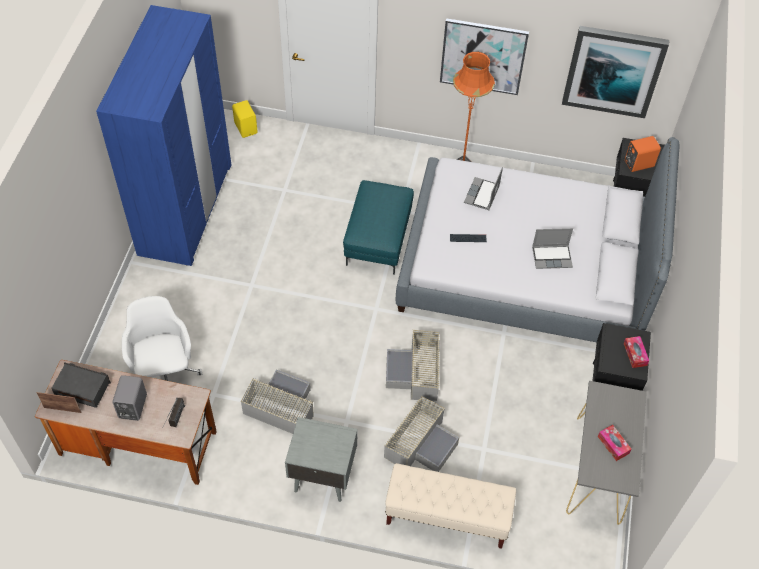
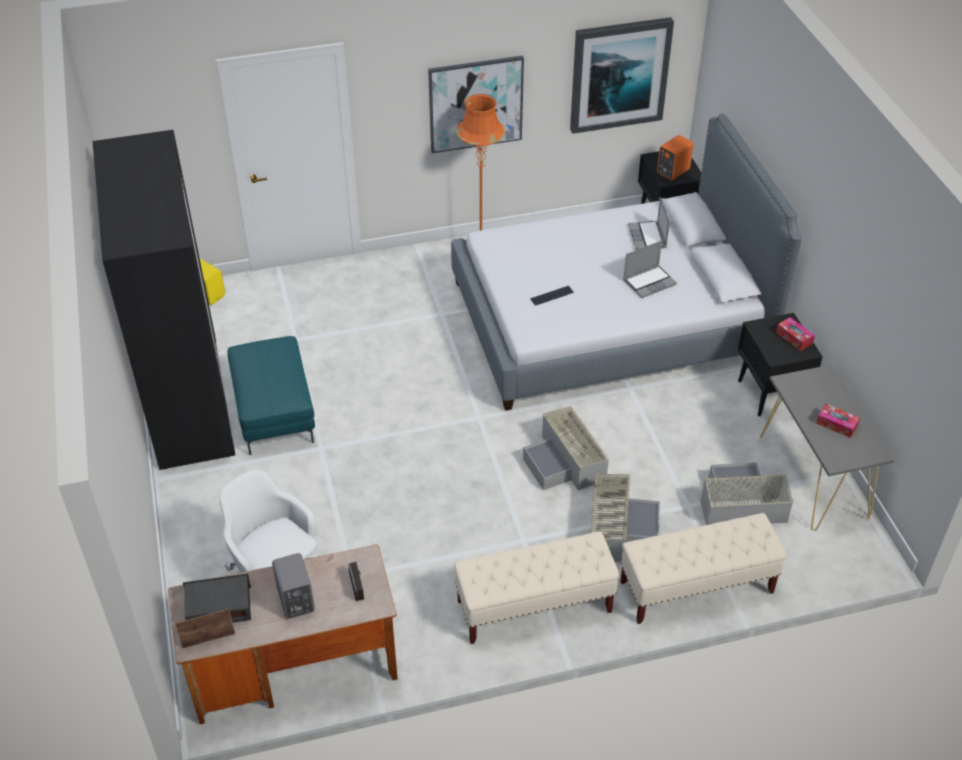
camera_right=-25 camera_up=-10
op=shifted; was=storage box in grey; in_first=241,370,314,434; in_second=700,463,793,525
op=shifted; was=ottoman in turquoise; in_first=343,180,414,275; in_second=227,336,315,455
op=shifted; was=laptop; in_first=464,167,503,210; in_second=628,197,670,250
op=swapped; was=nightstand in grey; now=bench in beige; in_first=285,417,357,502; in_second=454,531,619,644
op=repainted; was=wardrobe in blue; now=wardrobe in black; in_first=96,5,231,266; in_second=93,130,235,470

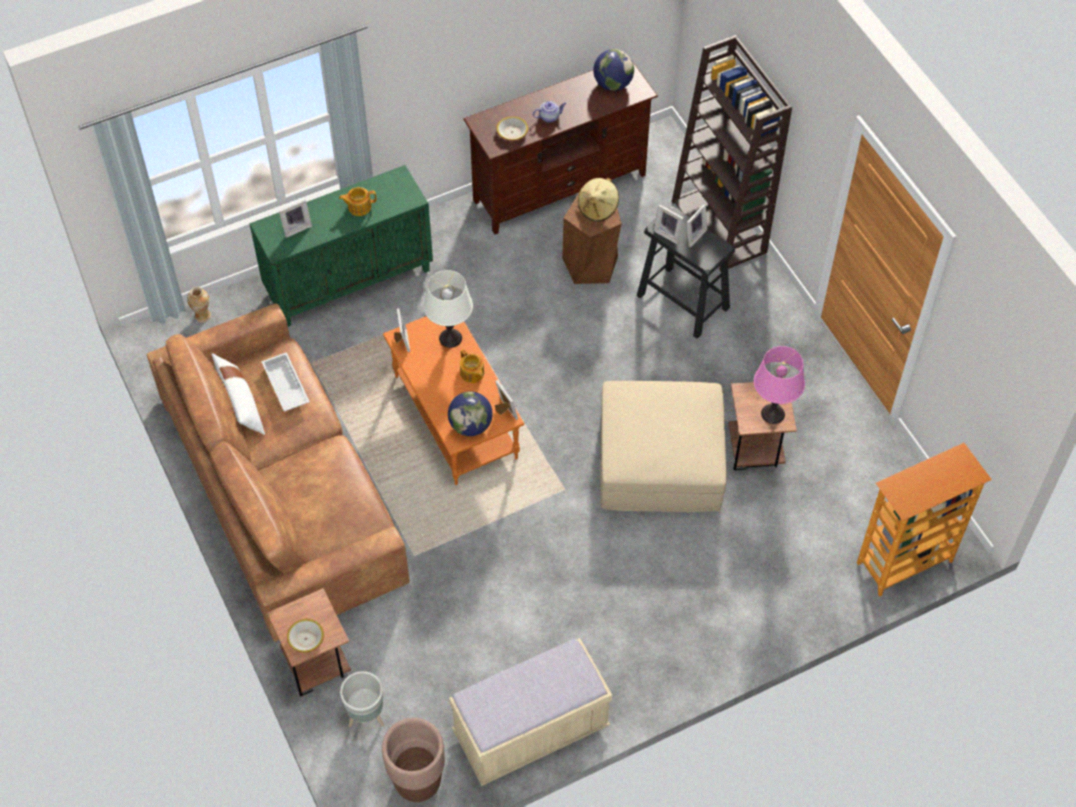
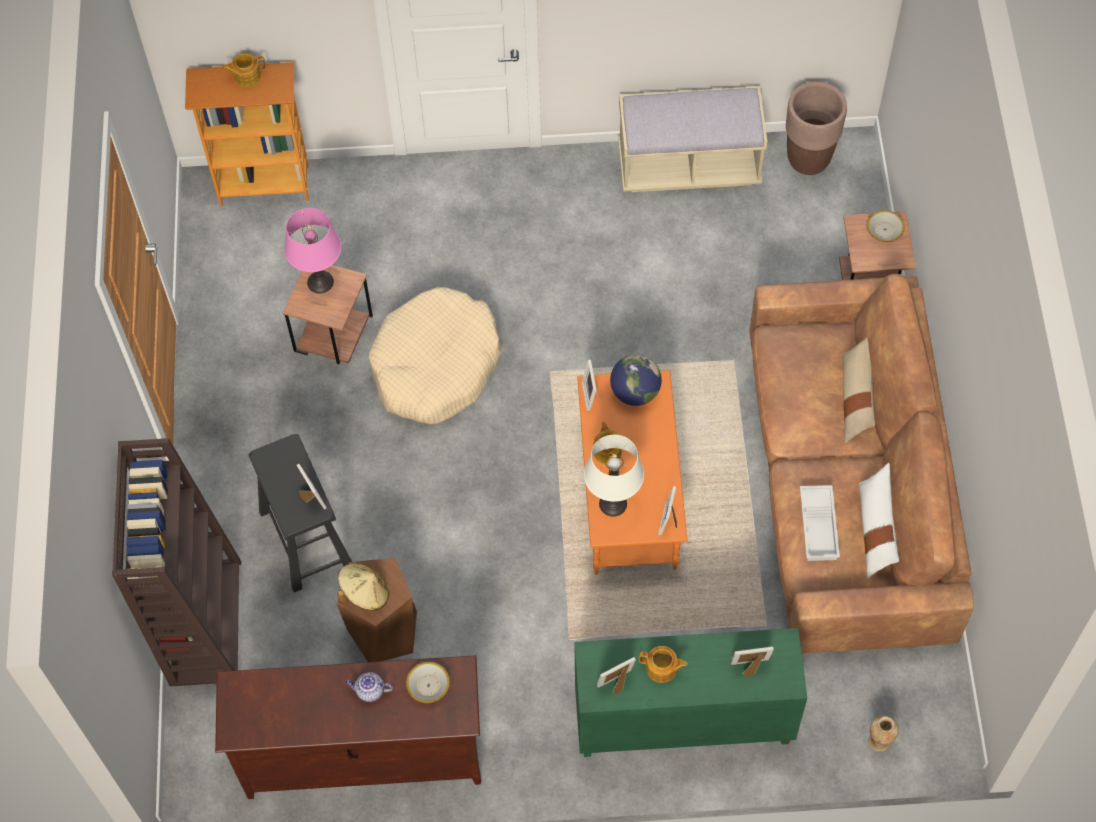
camera_right=-155 camera_up=5
op=gone; was=planter in grey; in_first=340,671,384,727
op=gone; was=globe; in_first=593,49,634,91
op=new; now=teapot; in_second=222,53,266,87
op=new; now=pillow in beige; in_second=842,337,875,444
op=shifted; was=picture frame; in_first=687,204,707,247; in_second=597,657,636,695
op=swapped; was=ottoman in beige; now=dog bed in beige; in_first=600,381,727,512; in_second=368,287,501,424

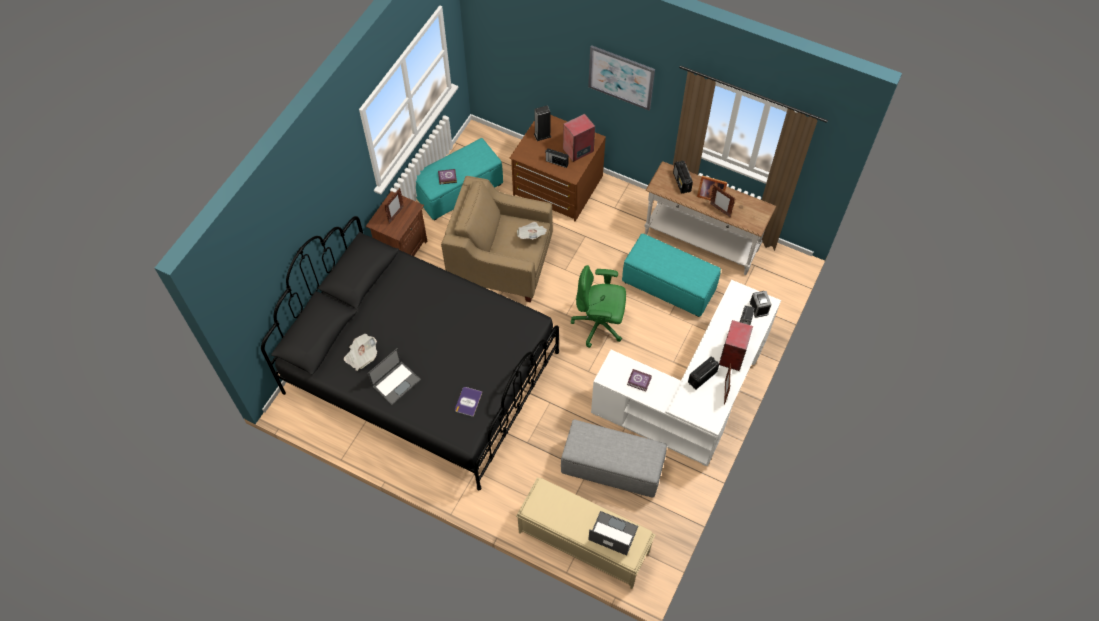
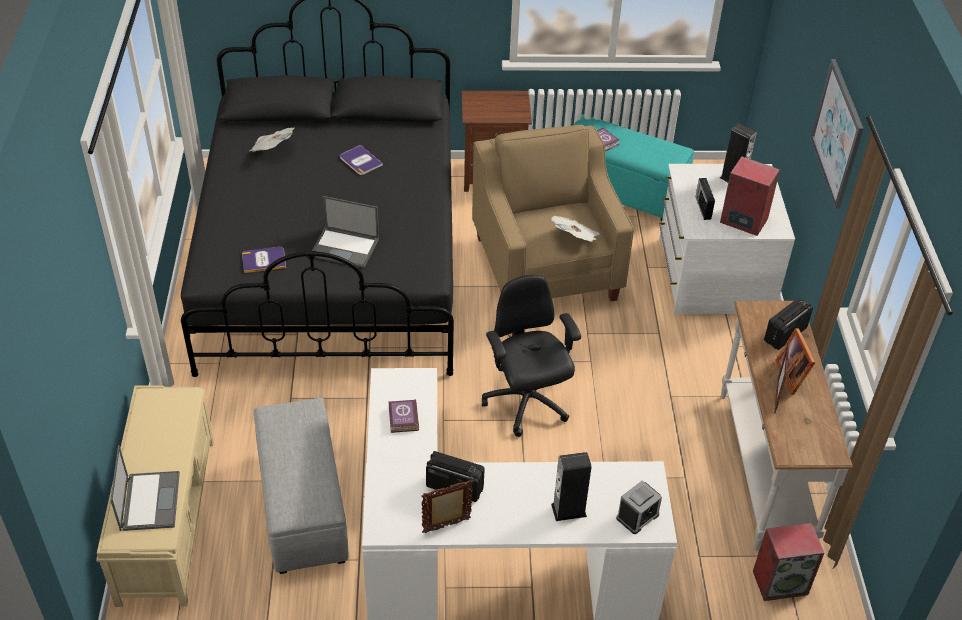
camera_right=60 camera_up=-15
op=gone; was=picture frame; in_first=384,188,404,224
op=gone; was=ottoman in turquoise; in_first=622,234,721,317
op=new; now=book; in_second=340,145,383,175
op=shifted; was=laptop; in_first=368,348,421,405; in_second=312,196,379,268
op=shifted; was=speaker; in_first=719,320,753,371; in_second=753,523,824,601
op=repainted; was=dresser in brown; now=dresser in white; in_first=510,115,606,221; in_second=659,164,795,314
op=repainted; was=office chair in green; now=office chair in black; in_first=571,265,626,348; in_second=482,275,581,437

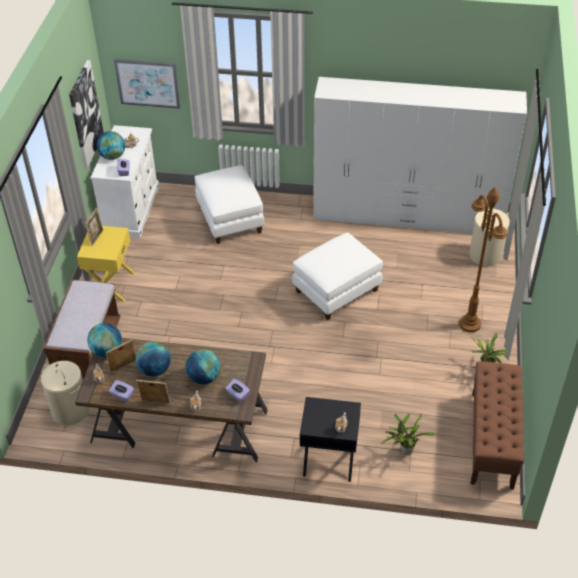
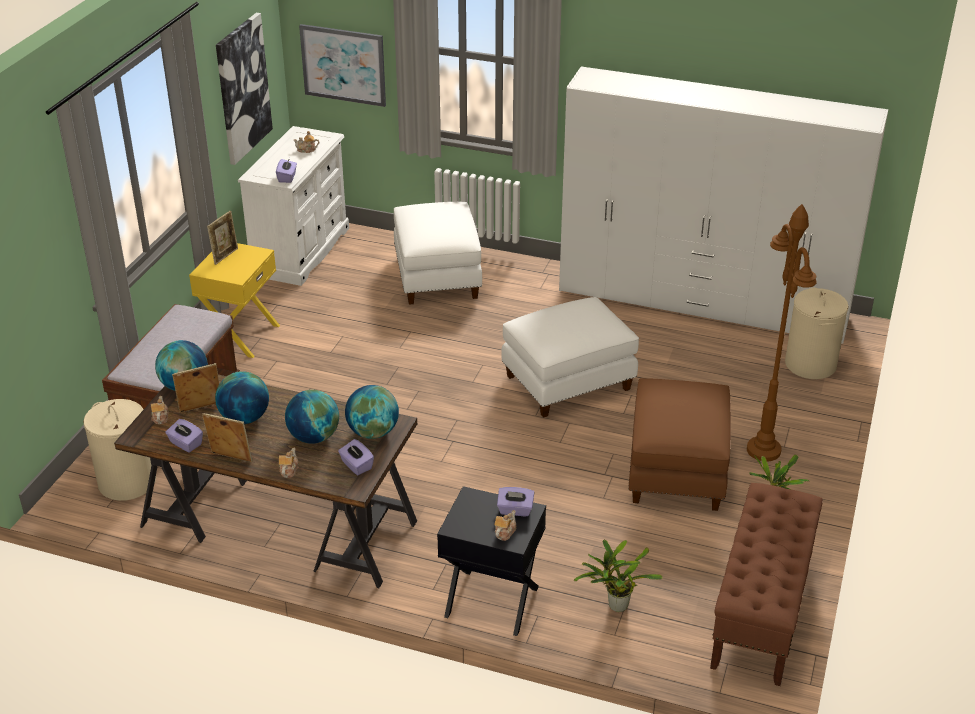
camera_right=10 camera_up=-10
op=new; now=tissue box in purple; in_second=497,487,534,516
op=new; now=ottoman in brown; in_second=628,378,731,511
op=shifted; was=globe; in_first=97,131,125,160; in_second=345,385,399,439

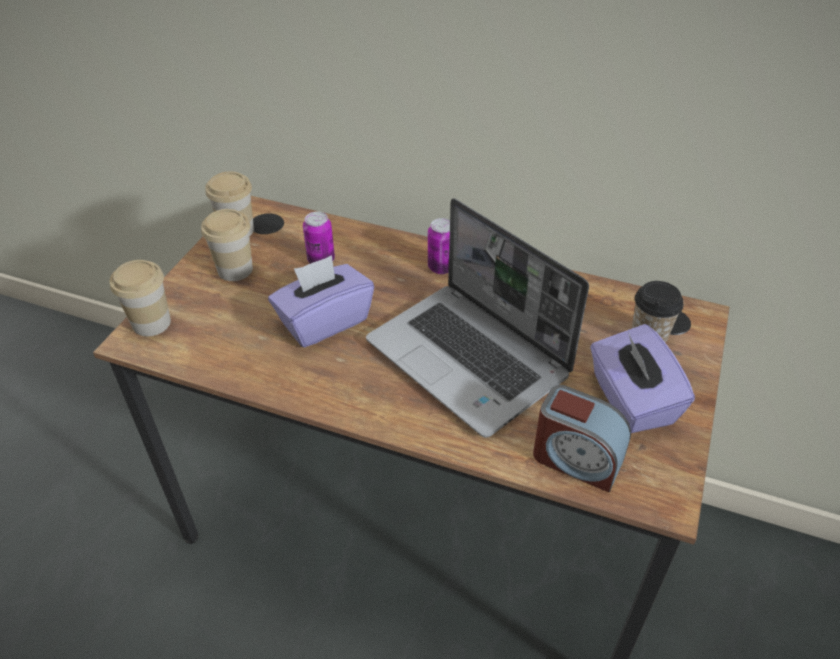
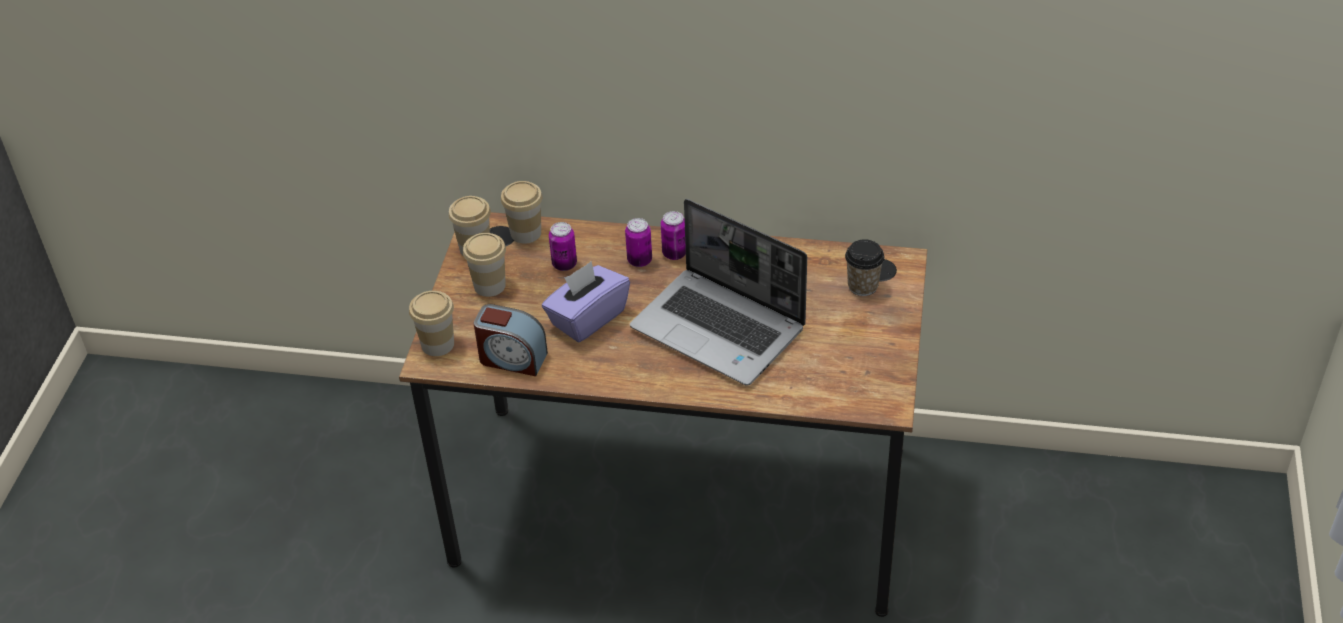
camera_right=-10 camera_up=0
op=gone; was=tissue box in purple; in_first=590,324,695,433
op=new; now=cup; in_second=501,181,543,244
op=new; now=can; in_second=625,218,652,267
op=shifted; was=alarm clock; in_first=533,385,631,492; in_second=474,304,548,376

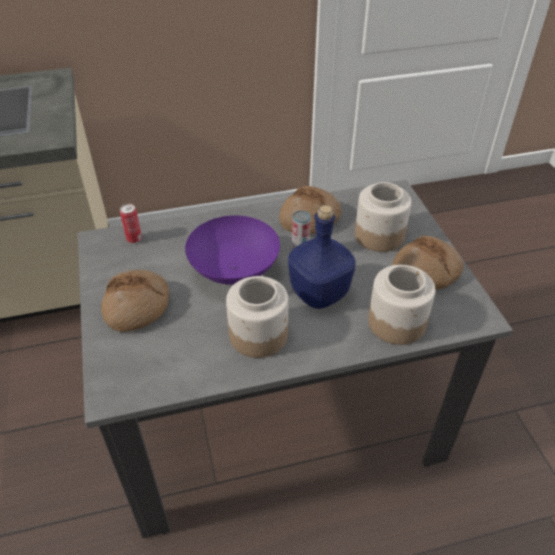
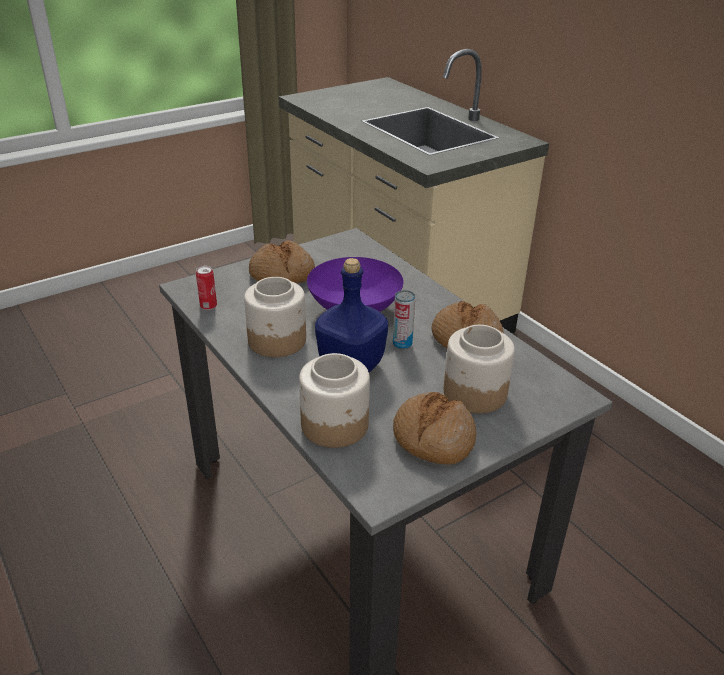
camera_right=70 camera_up=-10
op=shifted; was=can; in_first=120,204,142,243; in_second=196,266,217,310

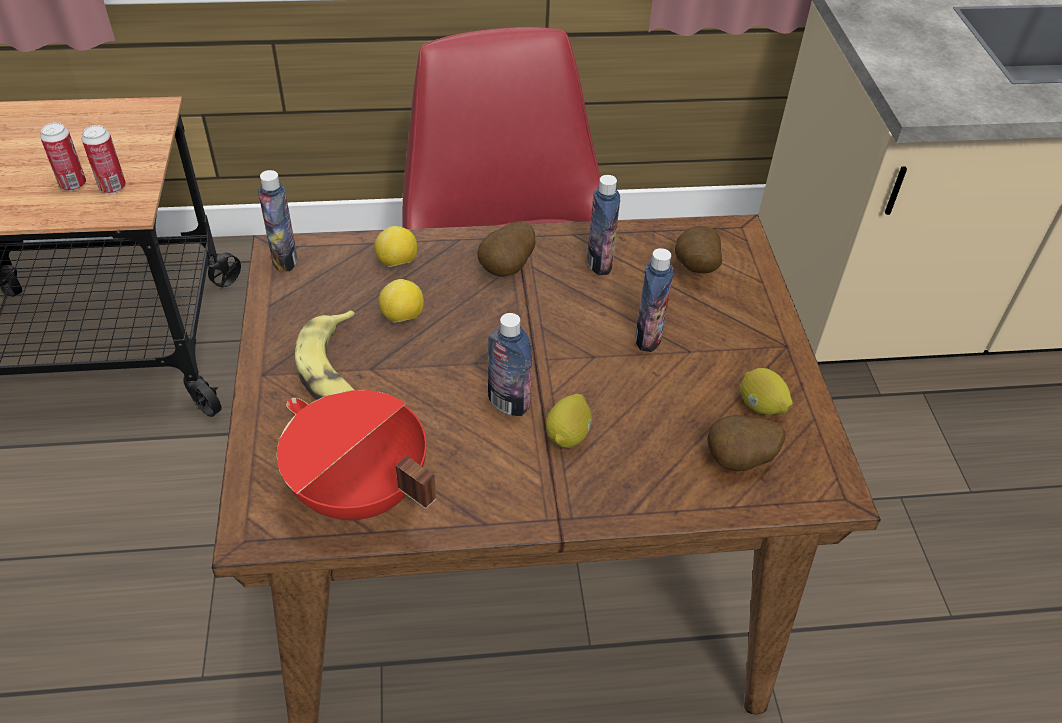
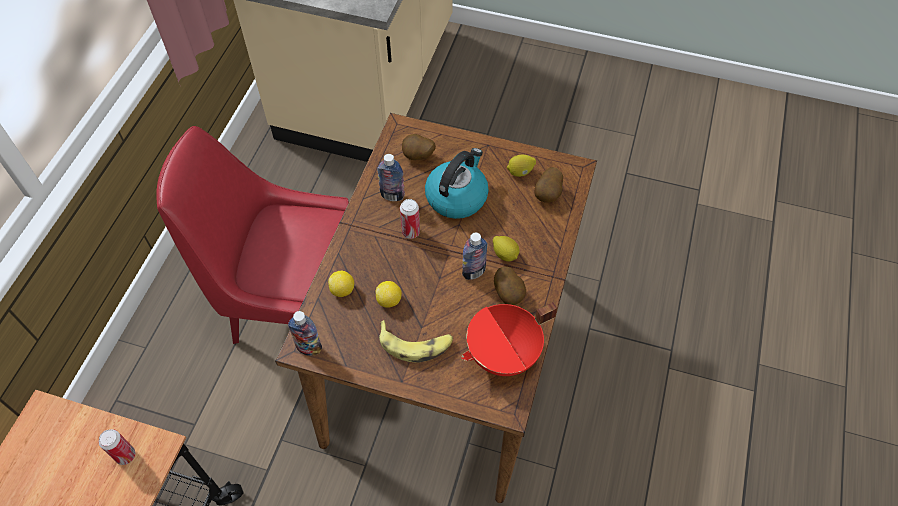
camera_right=-65 camera_up=10
op=shifted; was=can; in_first=40,122,86,191; in_second=400,199,420,239
op=shifted; was=potato; in_first=477,221,535,277; in_second=494,267,526,305
op=swapped; was=bottle; now=kettle; in_first=635,248,674,352; in_second=425,148,489,219

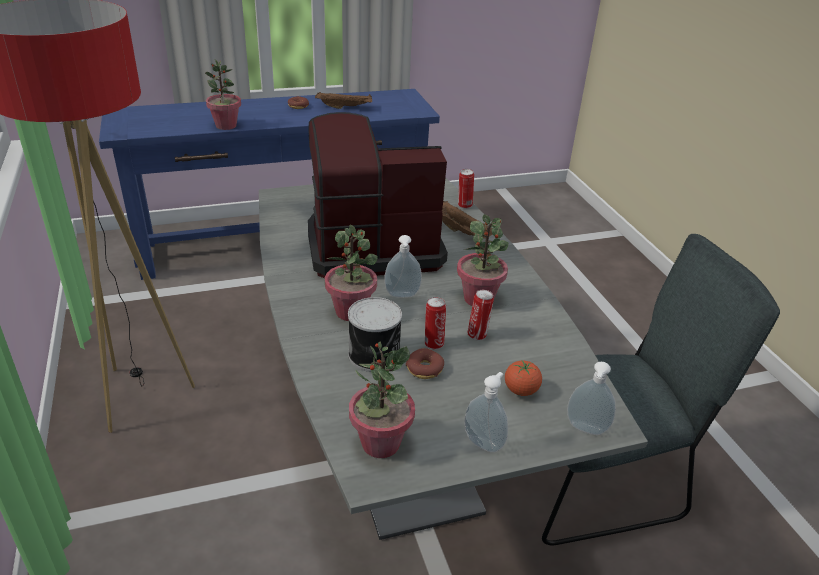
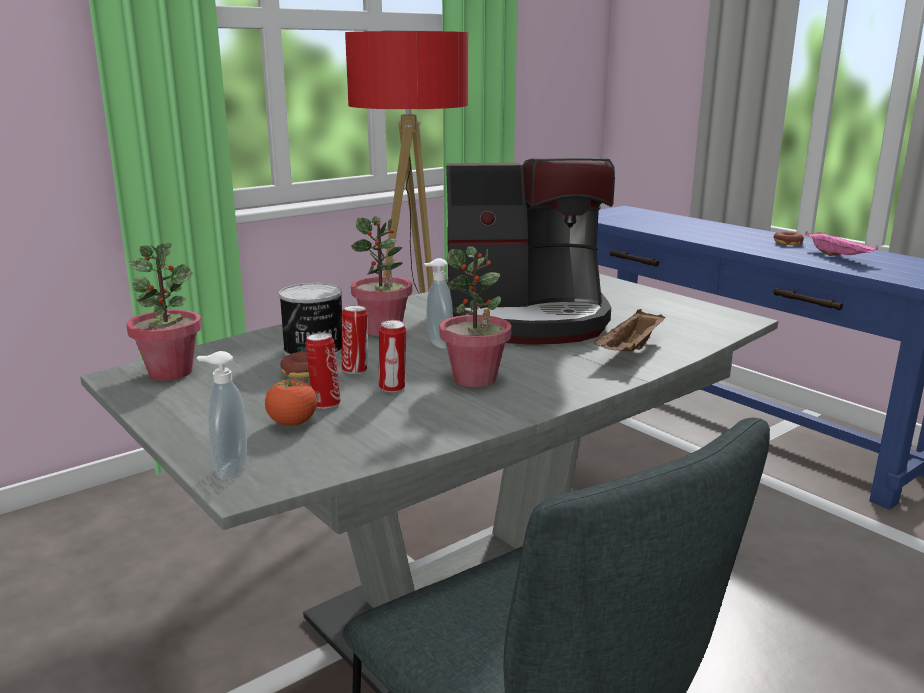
camera_right=70 camera_up=-15
op=gone; was=potted plant; in_first=205,60,241,130
op=gone; was=soap dispenser; in_first=464,372,508,453
op=shifted; was=can; in_first=458,169,474,209; in_second=306,333,341,409
op=repainted; was=tray in brown; now=tray in pink; in_first=315,92,372,109; in_second=805,231,878,256
op=rotated; was=coffee machine; in_first=308,112,448,279; in_second=446,158,615,345; clockwise=120

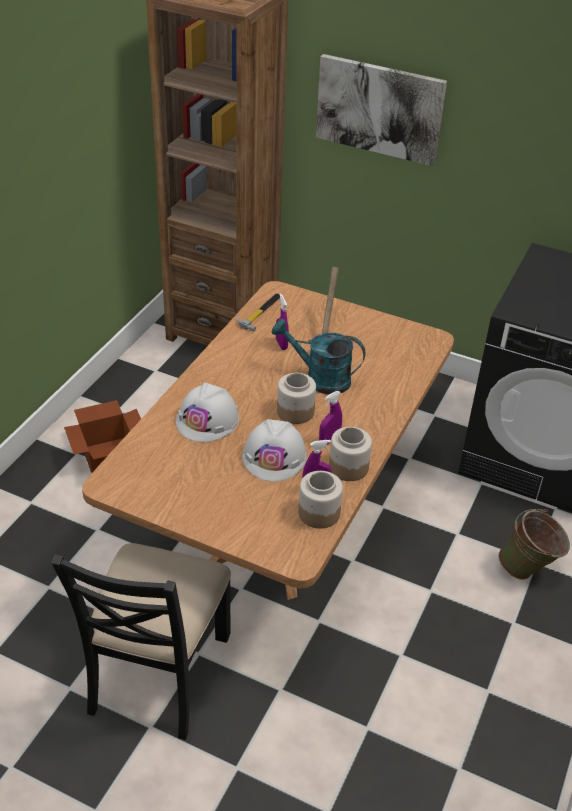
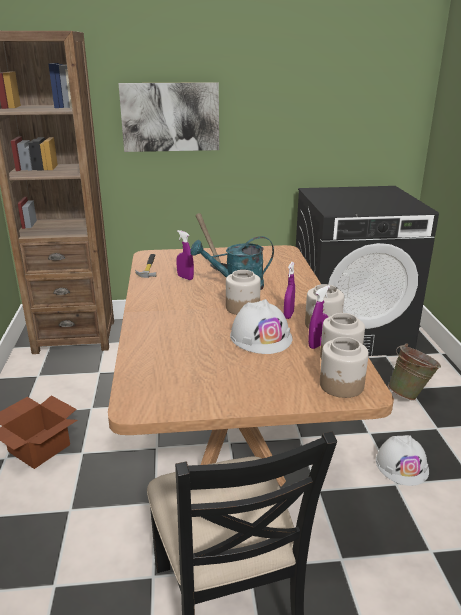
camera_right=-30 camera_up=-15
op=new; now=jar; in_second=320,337,369,398
op=shifted; was=hard hat in white; in_first=176,383,239,442; in_second=376,435,429,486

